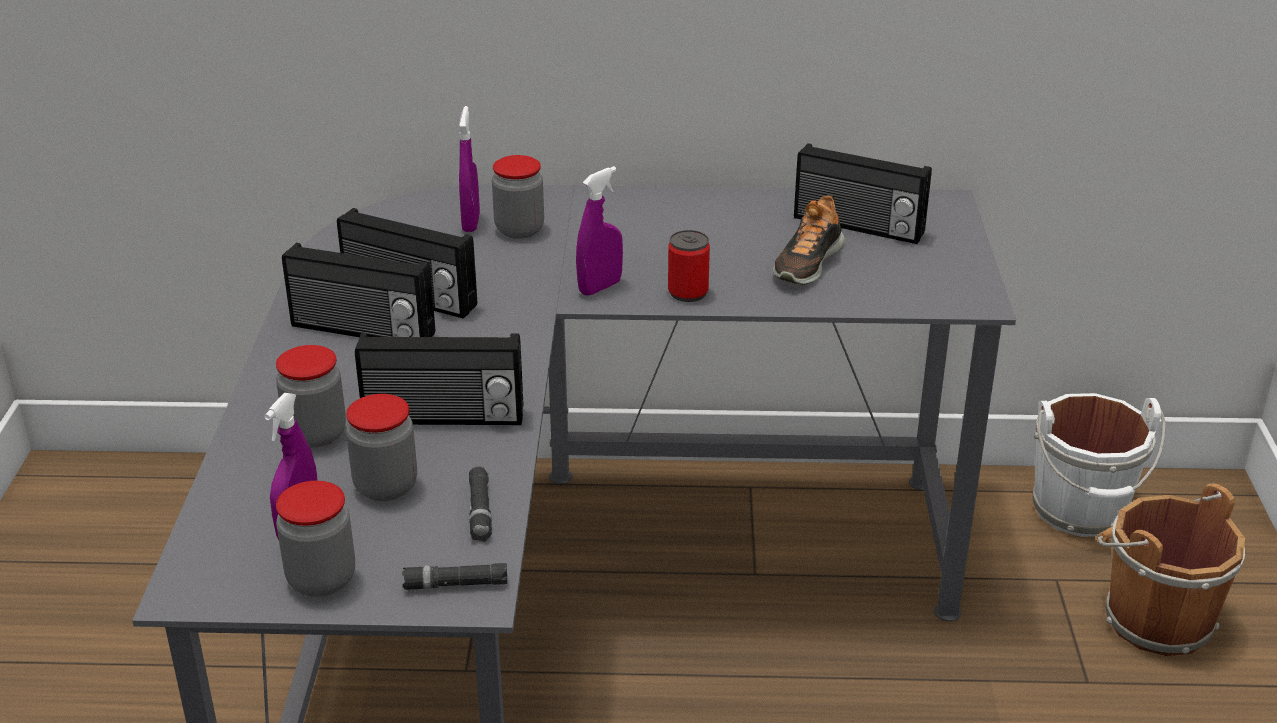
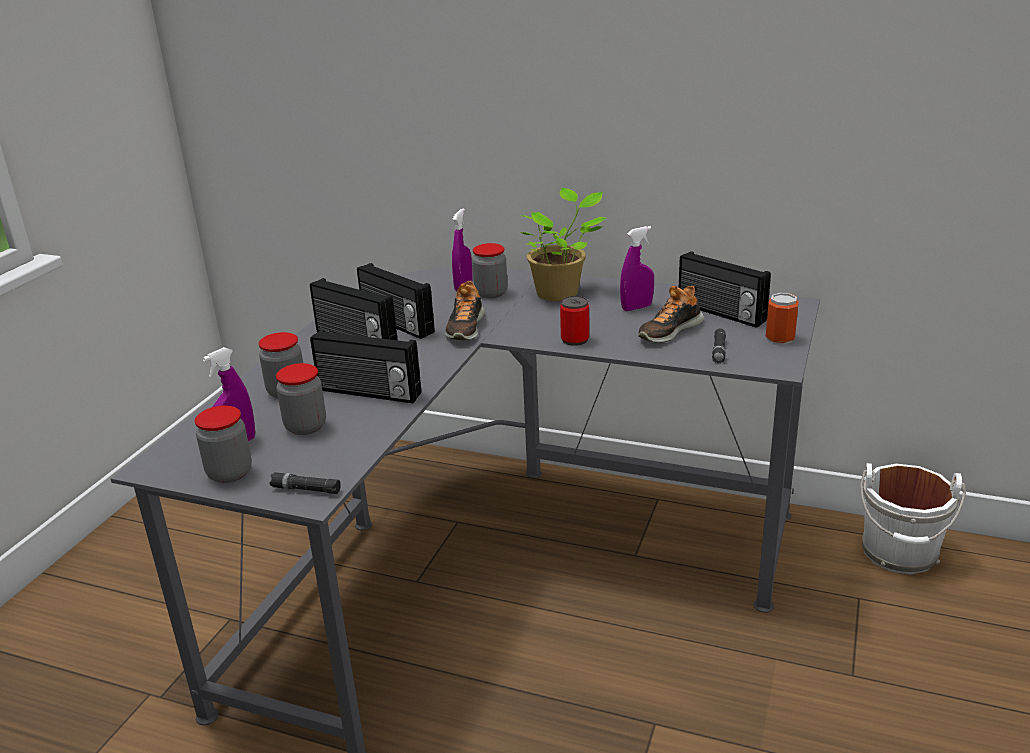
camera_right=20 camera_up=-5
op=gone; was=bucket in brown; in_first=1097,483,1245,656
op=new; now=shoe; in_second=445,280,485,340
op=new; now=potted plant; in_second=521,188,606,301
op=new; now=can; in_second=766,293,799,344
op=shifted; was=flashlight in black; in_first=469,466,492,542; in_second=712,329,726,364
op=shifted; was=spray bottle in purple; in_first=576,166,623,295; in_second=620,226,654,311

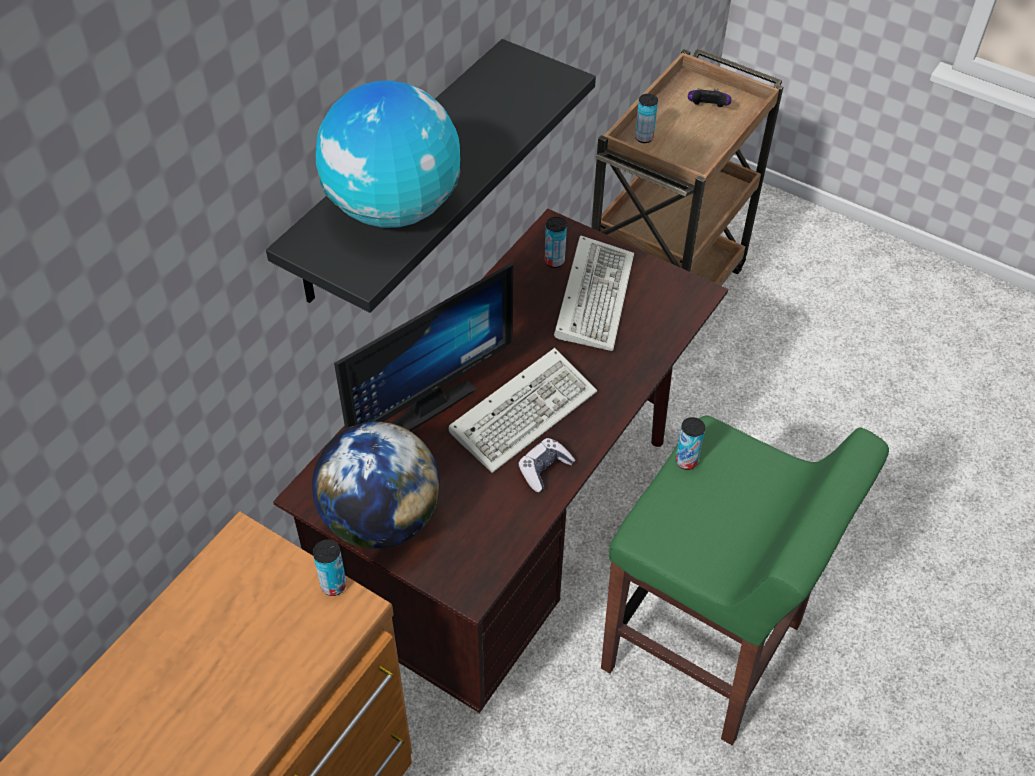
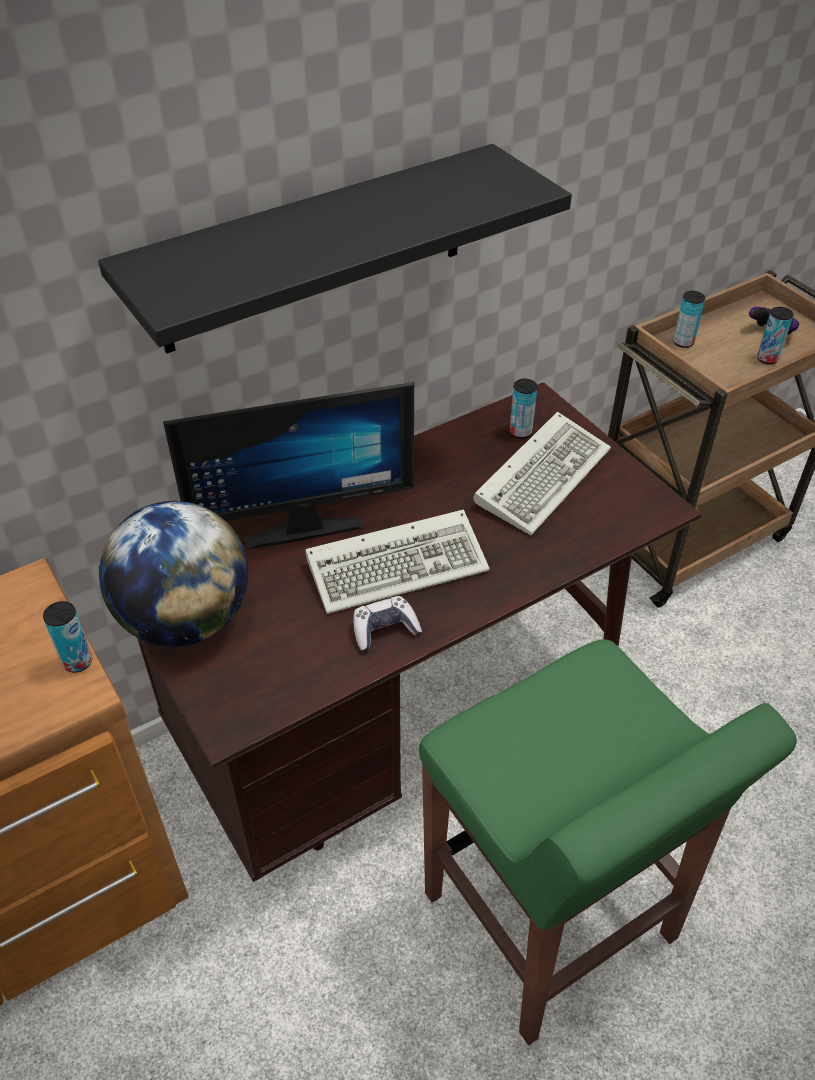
camera_right=25 camera_up=-5
op=gone; was=globe; in_first=315,80,460,228
op=shifted; was=can; in_first=675,417,705,470; in_second=757,307,794,365

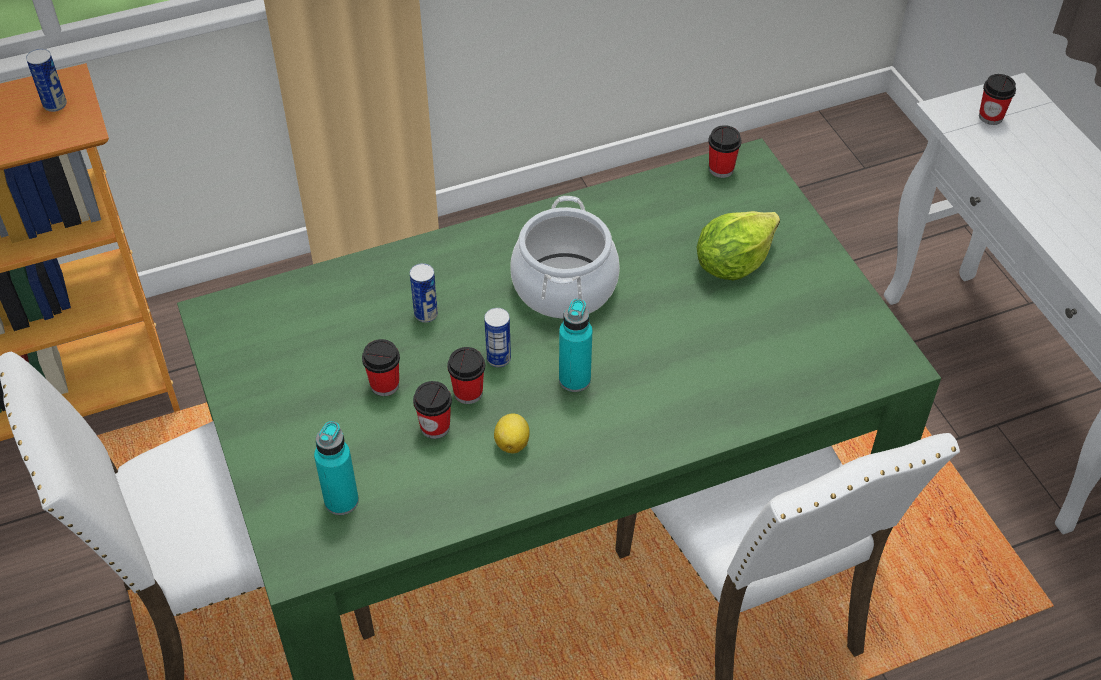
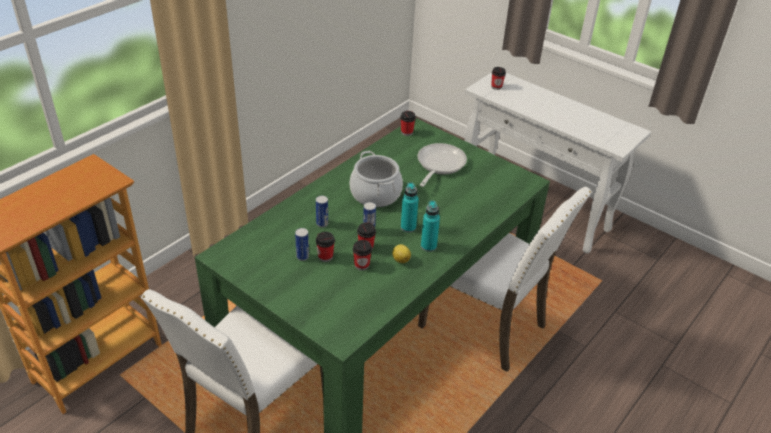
camera_right=-30 camera_up=-10
op=shifted; was=can; in_first=26,49,67,112; in_second=295,228,309,261
op=shifted; was=bottle in turquoise; in_first=314,421,359,515; in_second=421,201,440,252
op=swapped; was=lettuce; now=frying pan; in_first=696,211,780,281; in_second=417,143,467,187

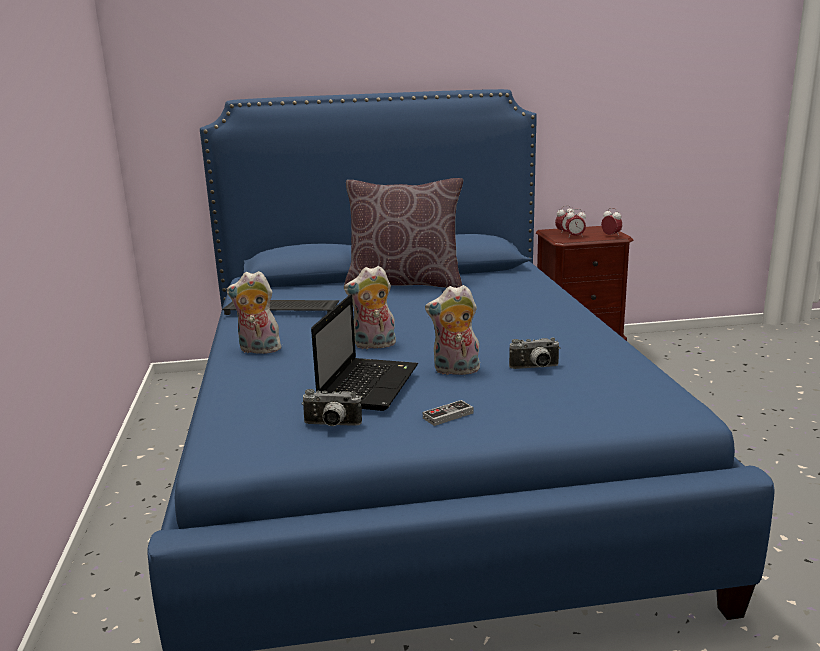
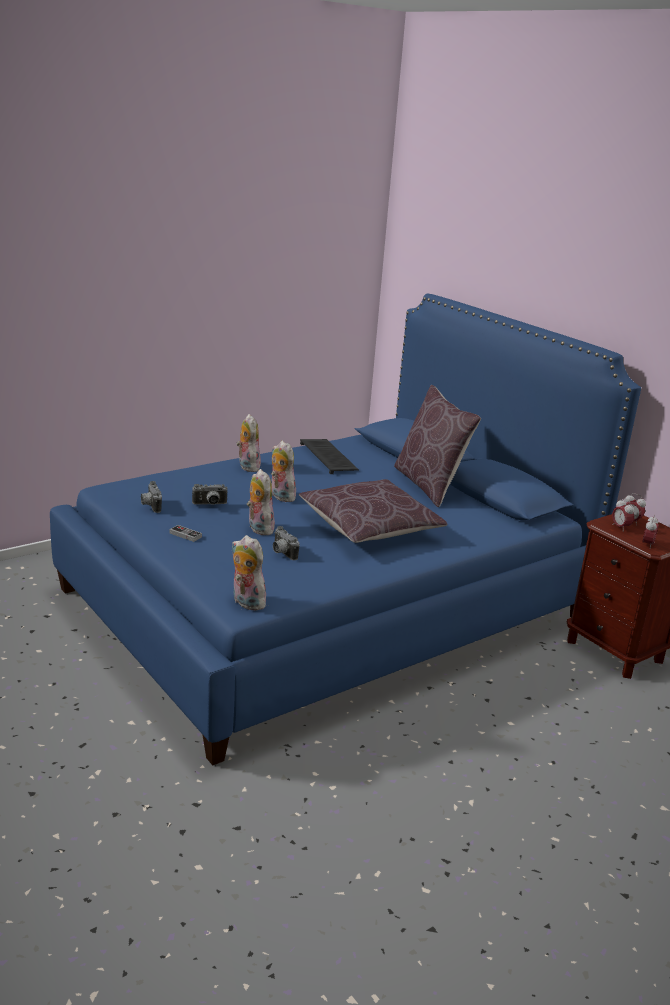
camera_right=60 camera_up=5
op=new; now=plush toy; in_second=232,535,266,611
op=new; now=pillow in brown; in_second=299,479,448,543
op=swapped; was=laptop; now=photo camera; in_first=311,294,418,411; in_second=192,484,228,505

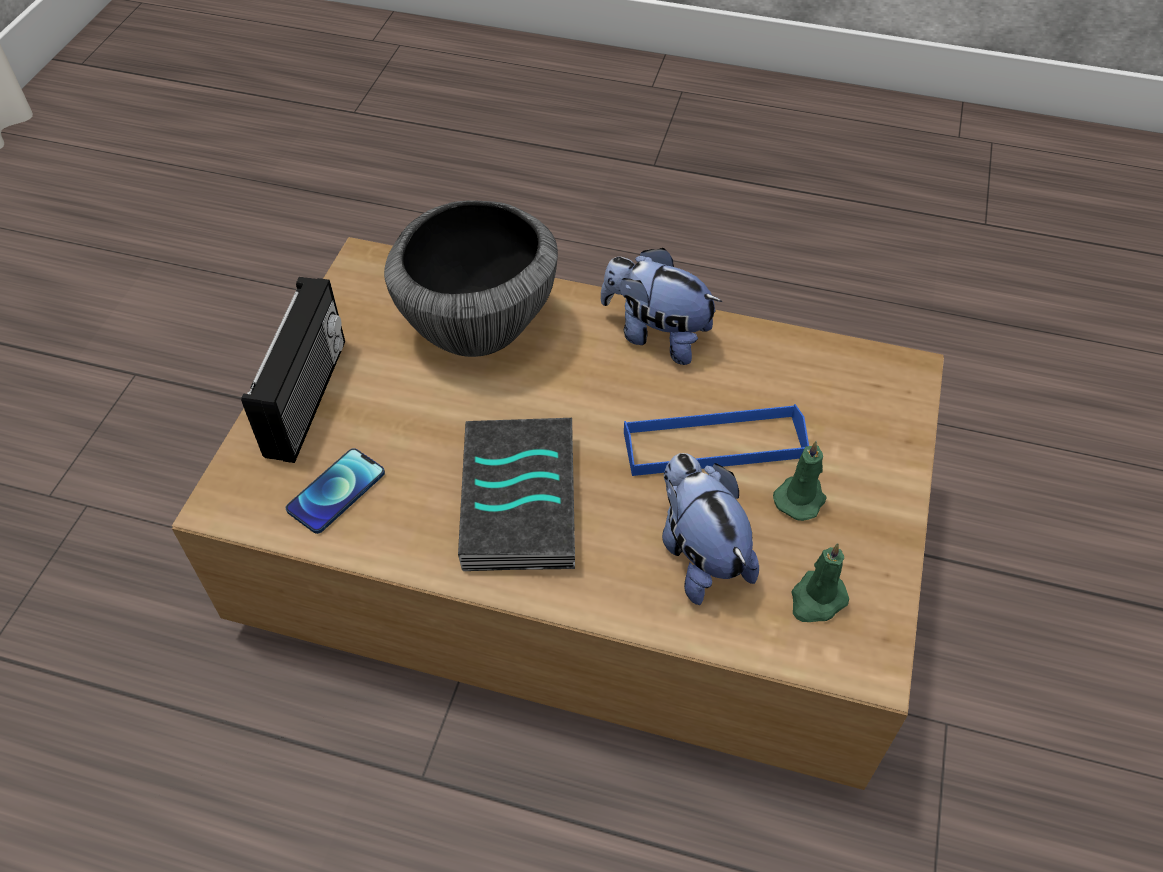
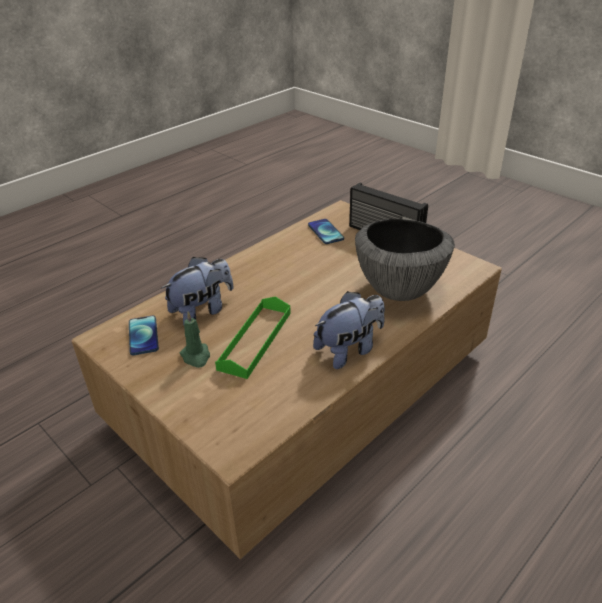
camera_right=120 camera_up=-15
op=gone; was=book; in_first=458,418,575,571
op=swapped; was=candle in green; now=phone; in_first=791,543,849,622; in_second=129,316,159,355
op=repainted; was=tray in blue; now=tray in green; in_first=624,404,809,476; in_second=215,296,291,379
op=rotated; was=plush toy; in_first=662,453,759,605; in_second=161,257,234,325; clockwise=-45

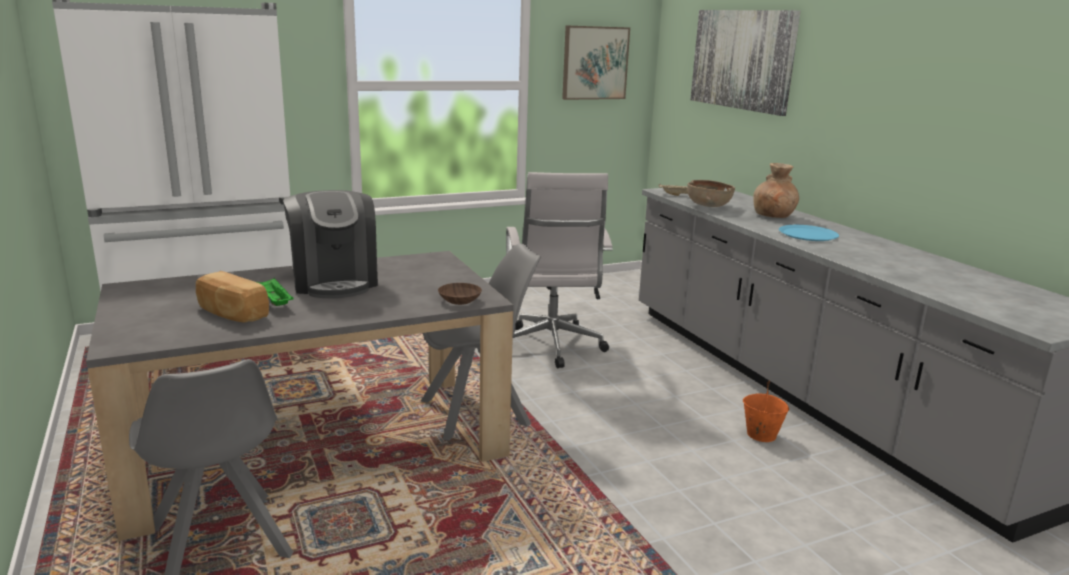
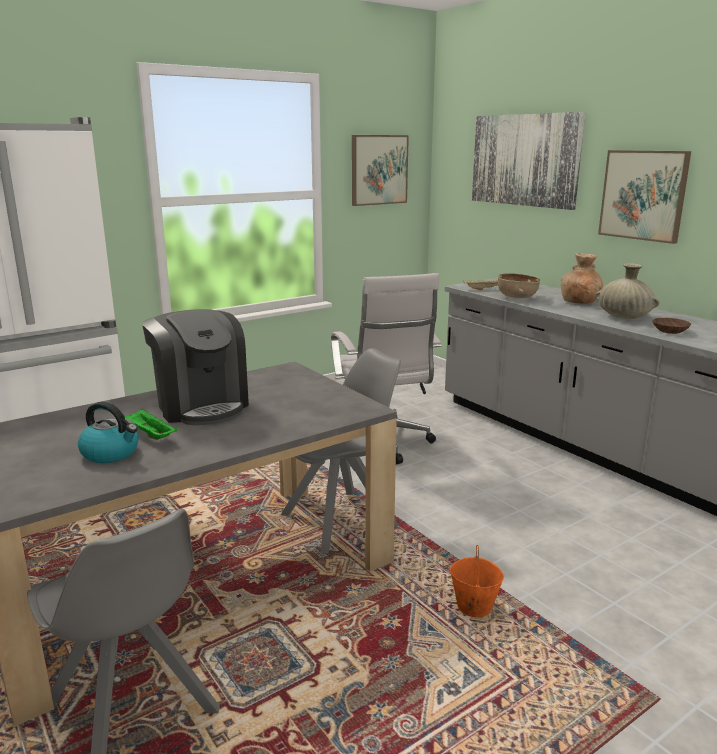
camera_right=-10 camera_up=0
op=new; now=picture; in_second=598,150,691,244
op=shifted; was=bowl in brown; in_first=438,283,482,305; in_second=652,318,691,334
op=shifted; was=bucket in orange; in_first=743,381,789,442; in_second=449,545,504,617
op=swapped; was=bread; now=kettle; in_first=196,271,269,322; in_second=78,401,139,463
op=swapped; was=plate in blue; now=vase in beige; in_first=779,225,839,241; in_second=595,264,659,319

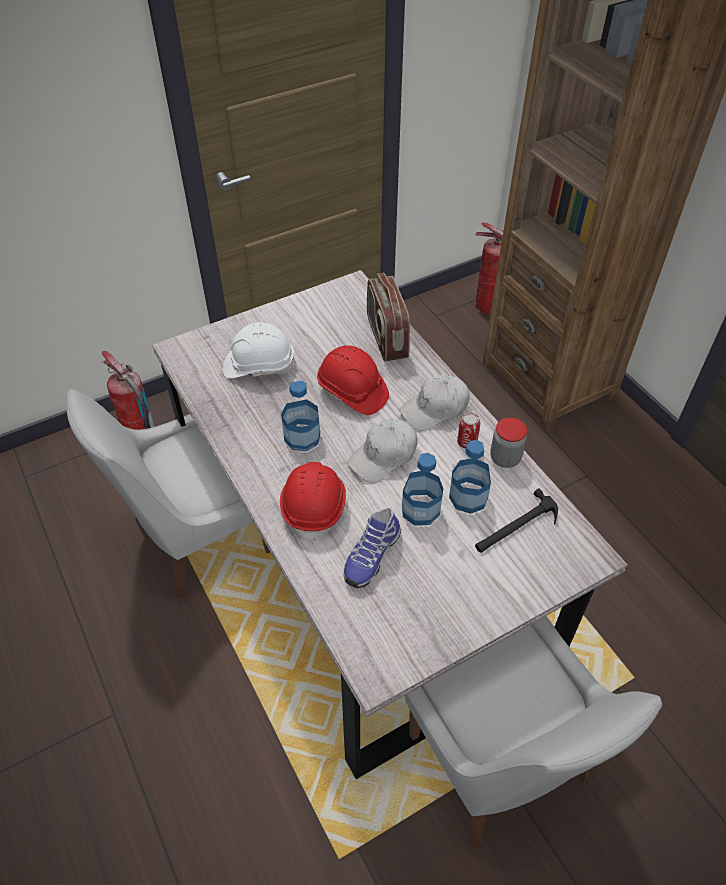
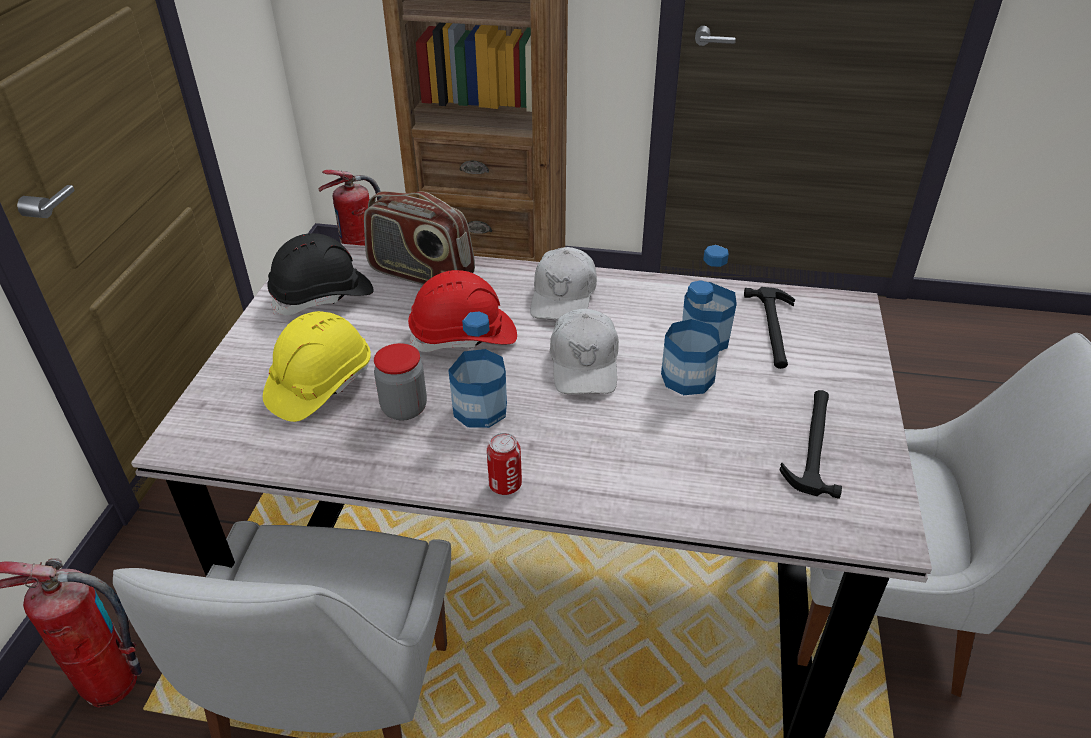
camera_right=-50 camera_up=-10
op=gone; was=hard hat in red; in_first=280,462,346,543
op=gone; was=shoe; in_first=344,507,401,588
op=new; now=hard hat in black; in_second=267,234,374,315
op=new; now=hammer; in_second=780,390,842,499
op=shifted; was=can; in_first=457,412,480,449; in_second=487,433,522,495
op=shifted; was=jar; in_first=490,418,527,468; in_second=374,343,427,420
op=repainted; was=hard hat in white; now=hard hat in yellow; in_first=223,322,296,378; in_second=263,311,371,422

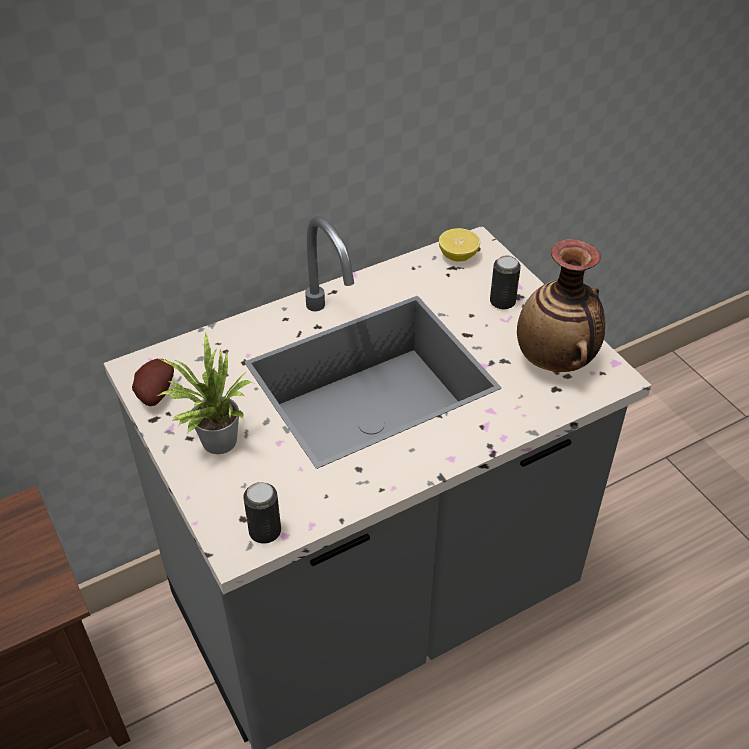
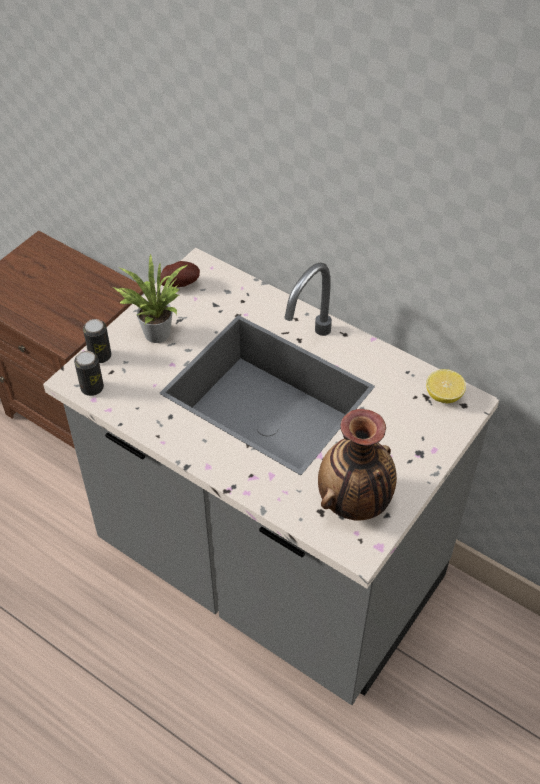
camera_right=65 camera_up=5
op=shifted; was=can; in_first=490,256,521,309; in_second=83,319,111,363

